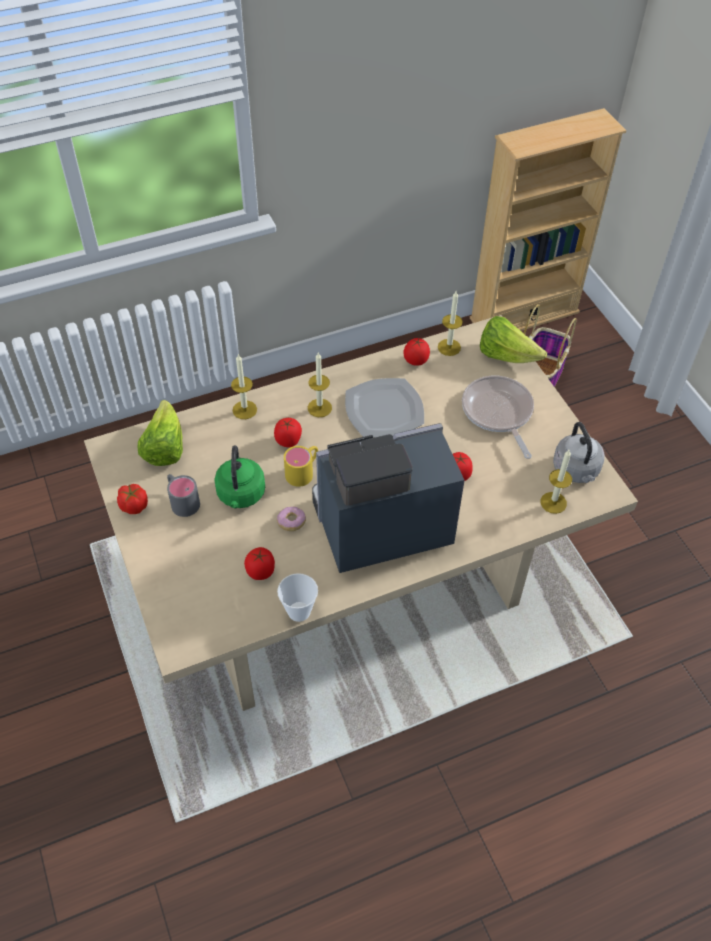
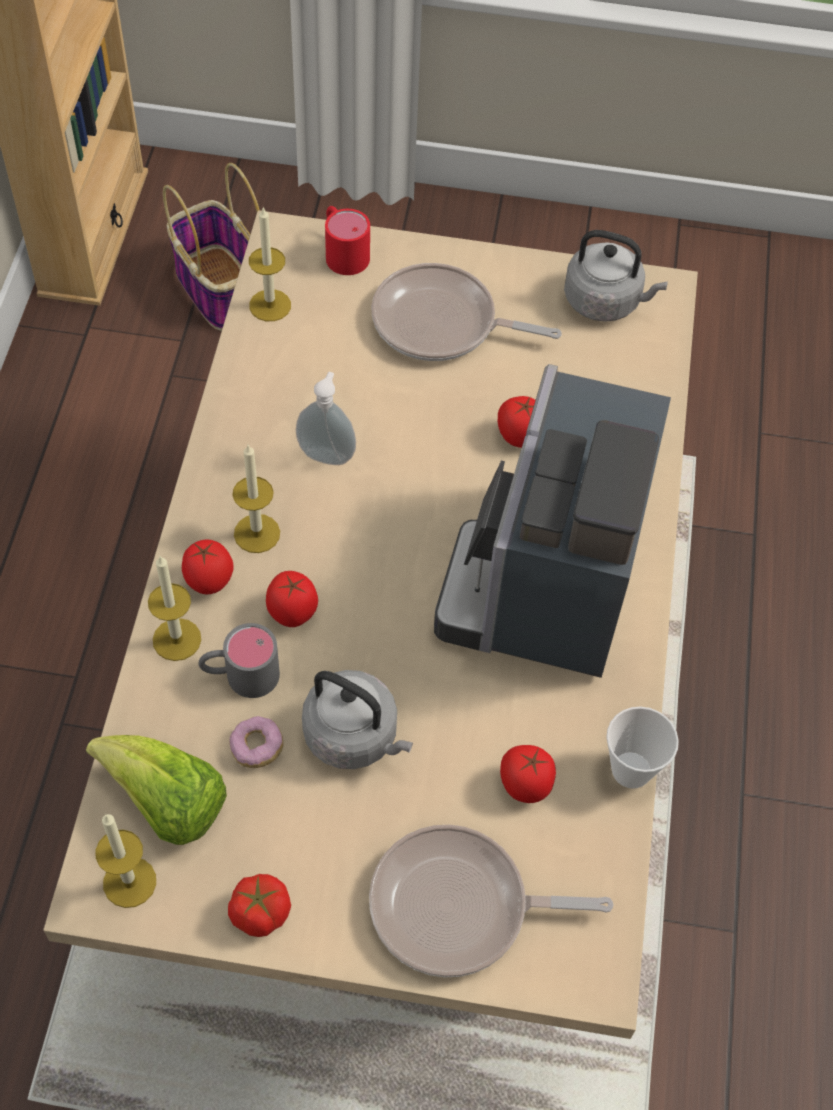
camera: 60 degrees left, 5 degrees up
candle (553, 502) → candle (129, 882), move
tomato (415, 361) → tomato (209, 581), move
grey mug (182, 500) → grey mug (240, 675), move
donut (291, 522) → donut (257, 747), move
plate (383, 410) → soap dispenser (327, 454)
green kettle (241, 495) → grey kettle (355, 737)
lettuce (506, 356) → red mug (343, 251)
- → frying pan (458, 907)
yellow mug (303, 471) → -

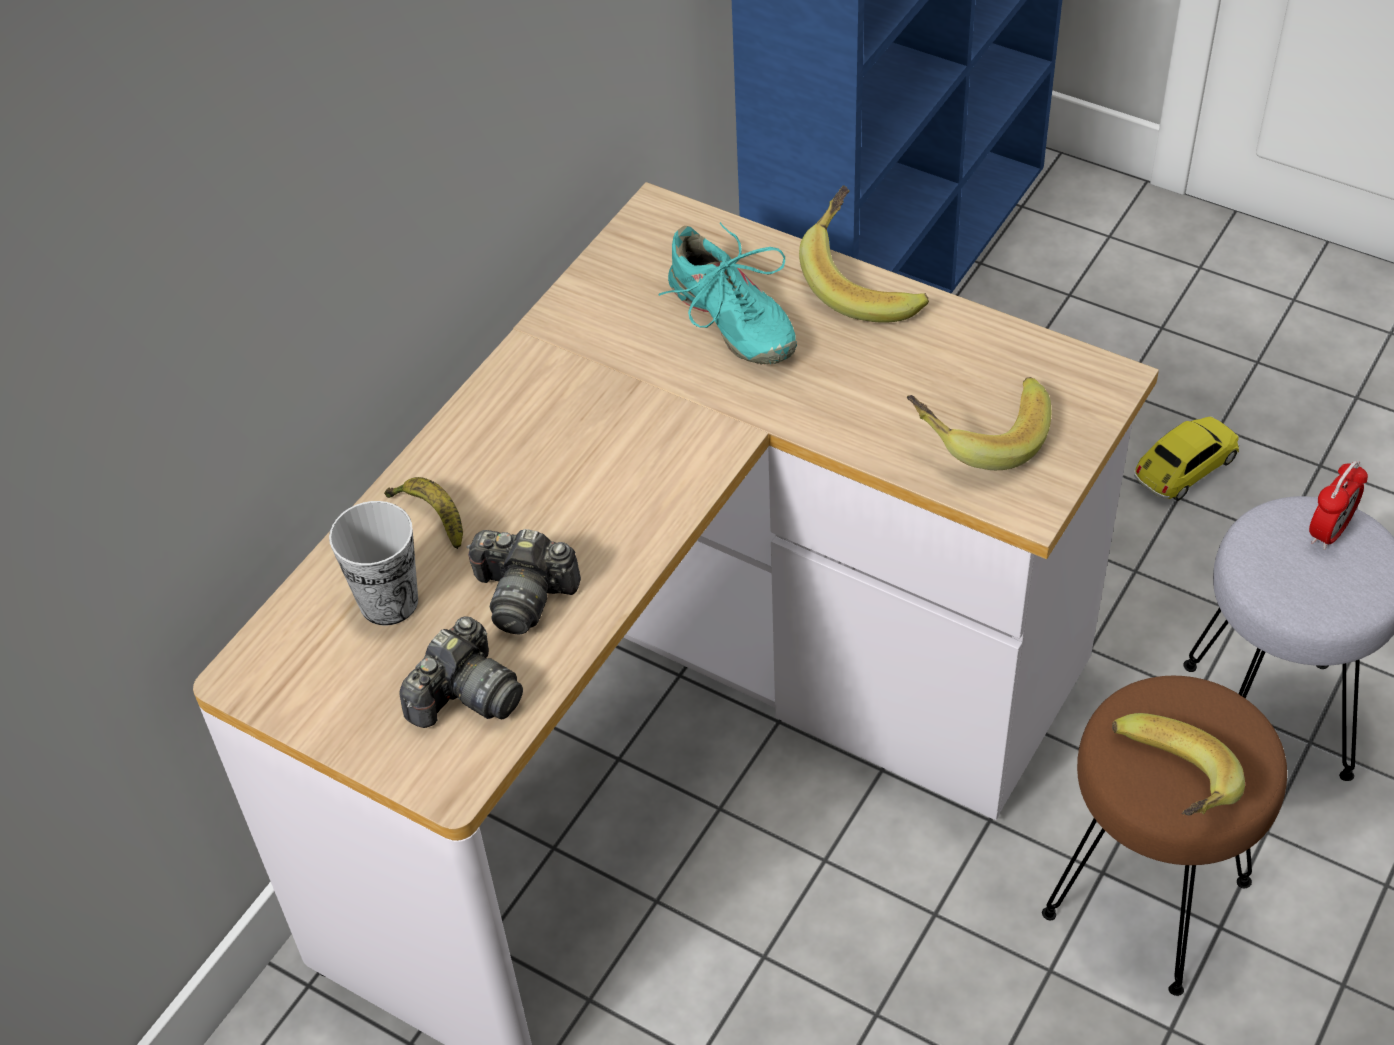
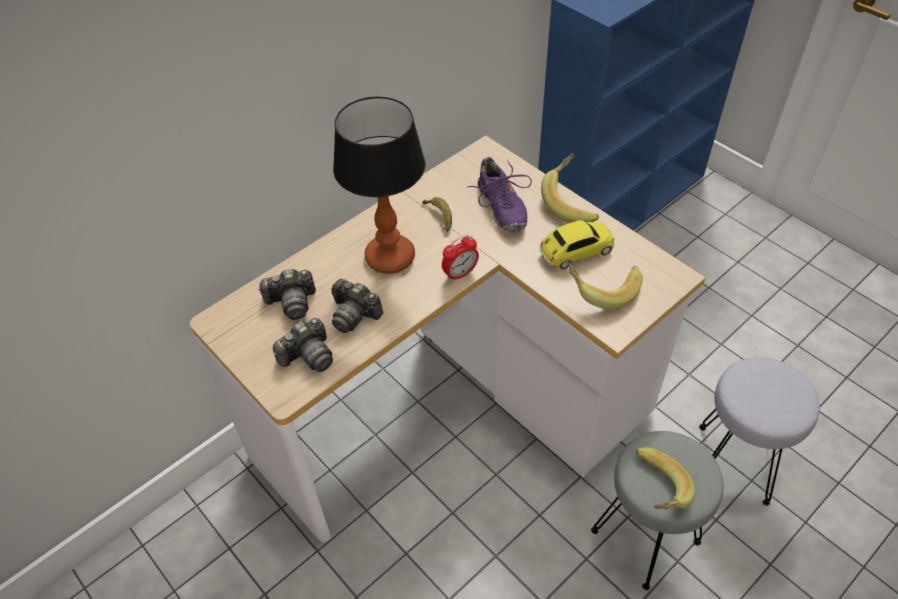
camera: 15 degrees right, 0 degrees up
cup (389, 602) → photo camera (292, 302)
- → table lamp (391, 257)
banana (431, 516) → banana (440, 216), move
alarm clock (1329, 532) → alarm clock (460, 274), move
turquoise shoe (731, 321) → purple shoe (501, 207)
toy car (1184, 469) → toy car (575, 252), move
brown stool (1148, 901) → grey stool (646, 538)

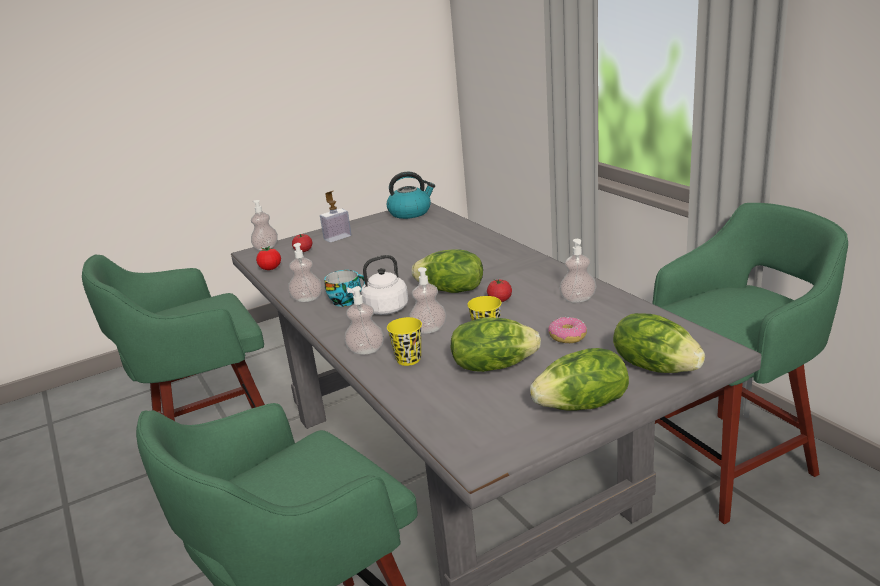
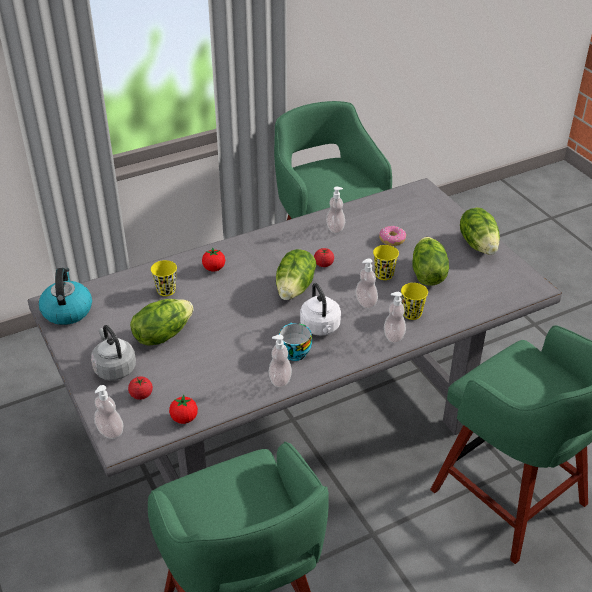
camera: 90 degrees left, 15 degrees up
soap dispenser (337, 237) → grey kettle (114, 368)
lettuce (655, 366) → lettuce (162, 334), move
- → yellow cup (166, 290)
- → tomato (214, 268)

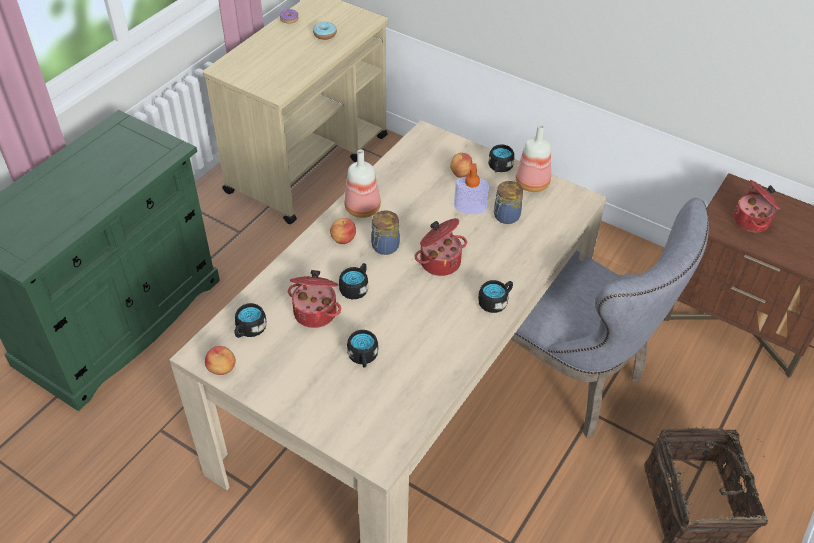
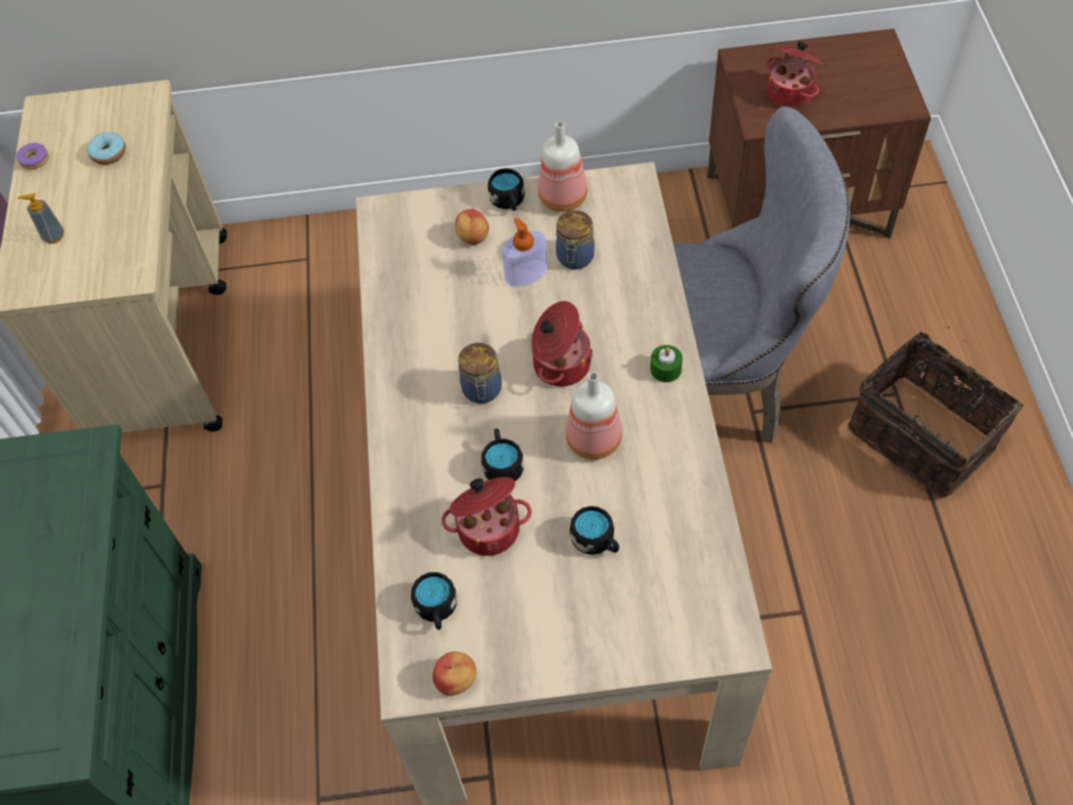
camera: 35 degrees left, 10 degrees up
- → soap dispenser (53, 236)
bottle (362, 208) → bottle (592, 438), move
black mug (495, 302) → green candle (665, 369)
apple (343, 239) → -

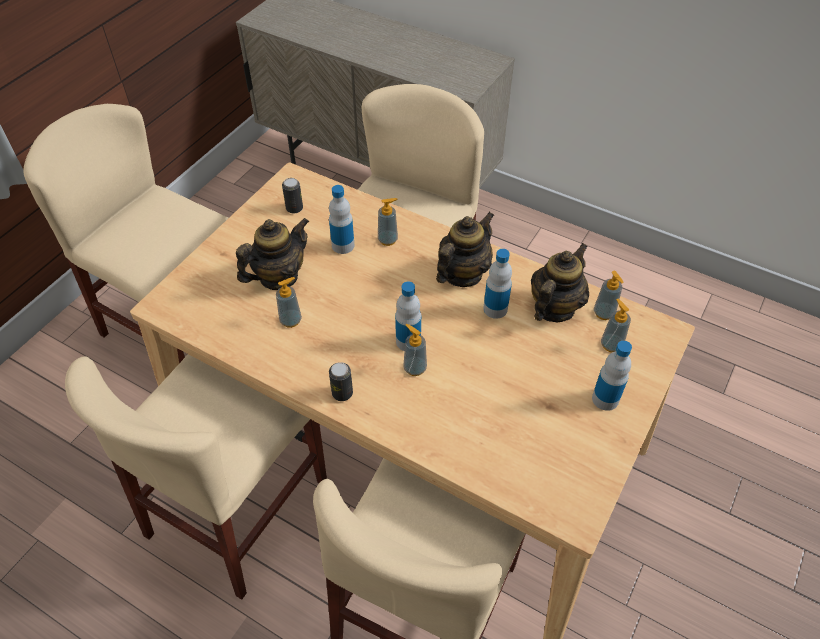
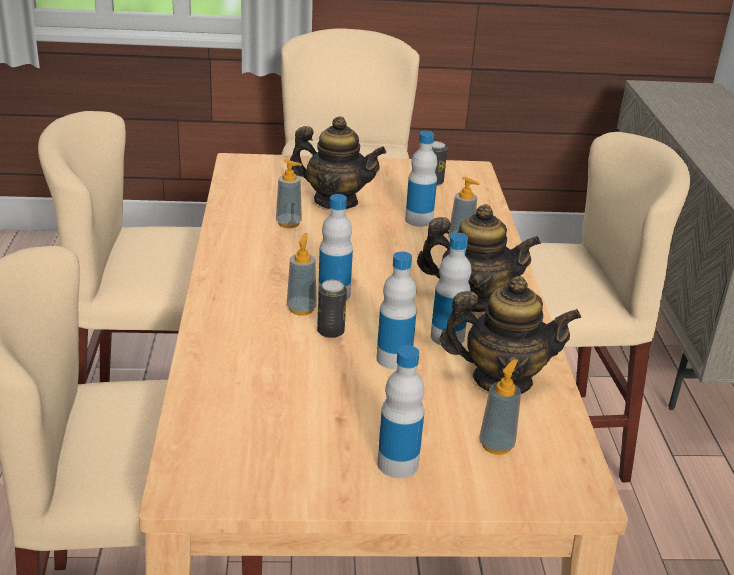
camera: 55 degrees right, 20 degrees down
can (342, 393) → can (330, 331), move
- → bottle (394, 358)
soap dispenser (604, 313) → -

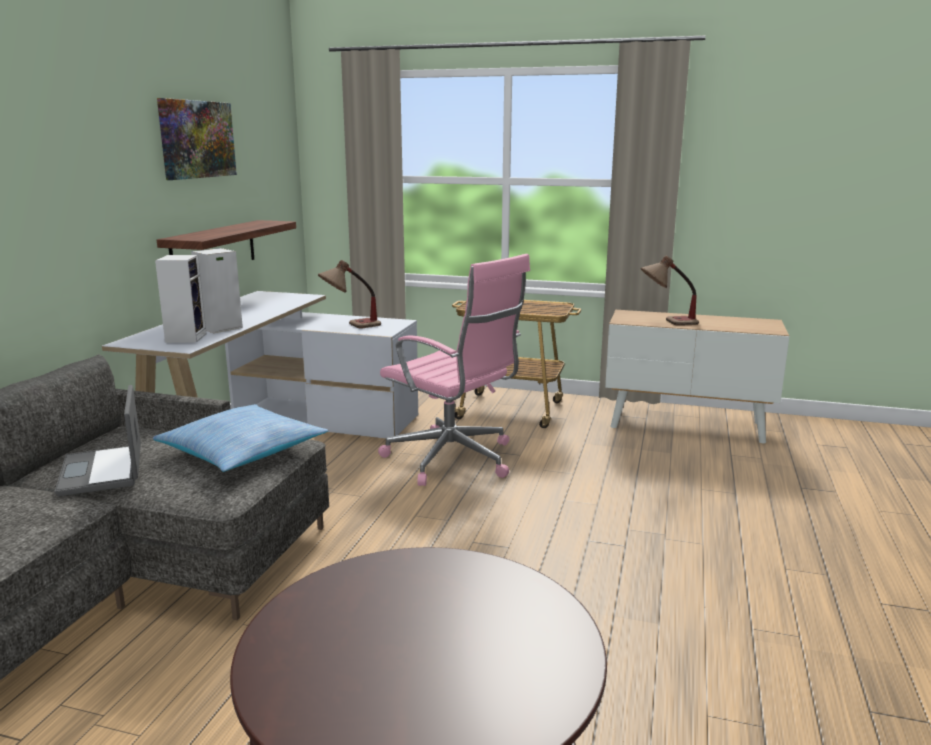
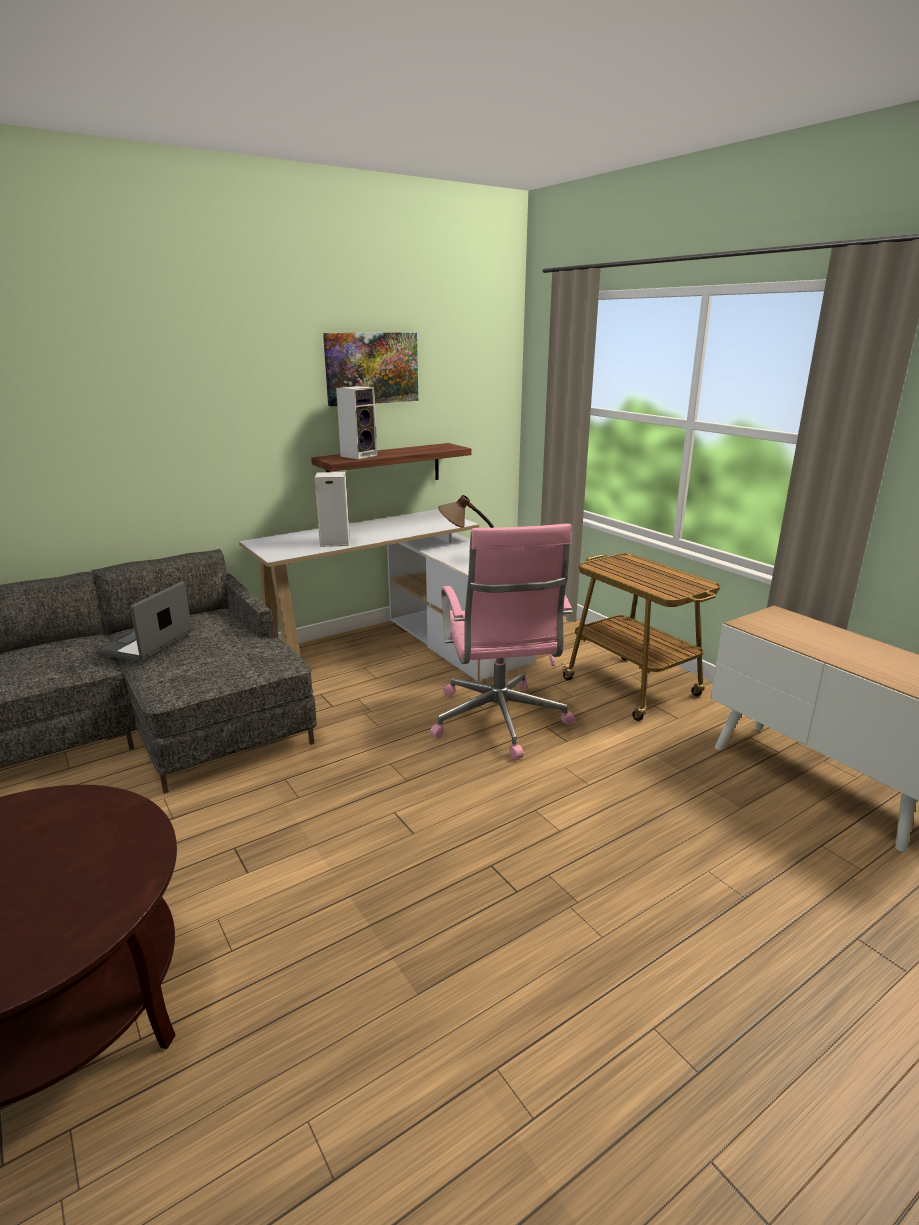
camera: 40 degrees right, 5 degrees up
speaker (185, 337) → speaker (359, 455), move
pillow (242, 451) → -
table lamp (666, 323) → -

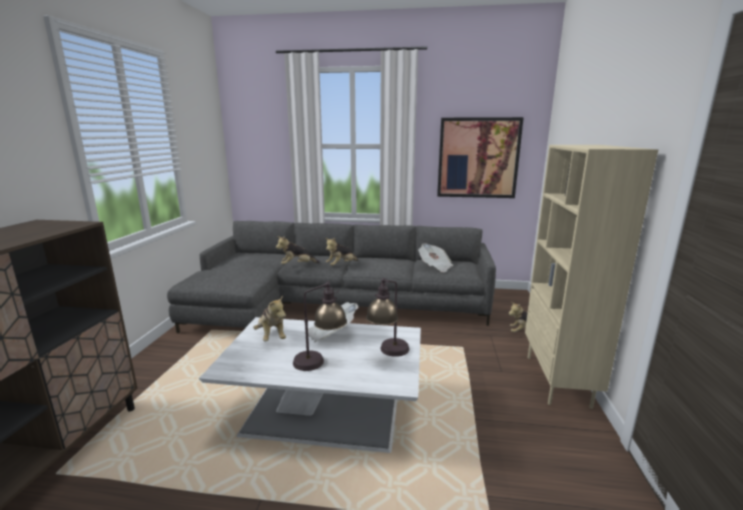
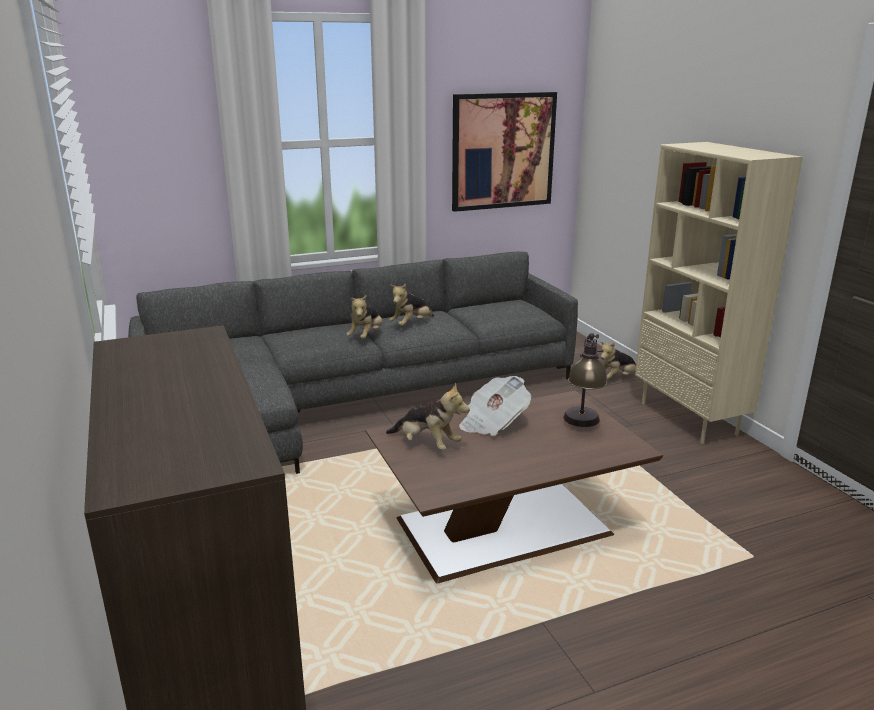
camera: 30 degrees left, 5 degrees up
white coffee table (326, 414) → brown coffee table (506, 525)
plush toy (297, 265) → plush toy (411, 324), move
table lamp (320, 363) → -
newspaper (435, 266) → -

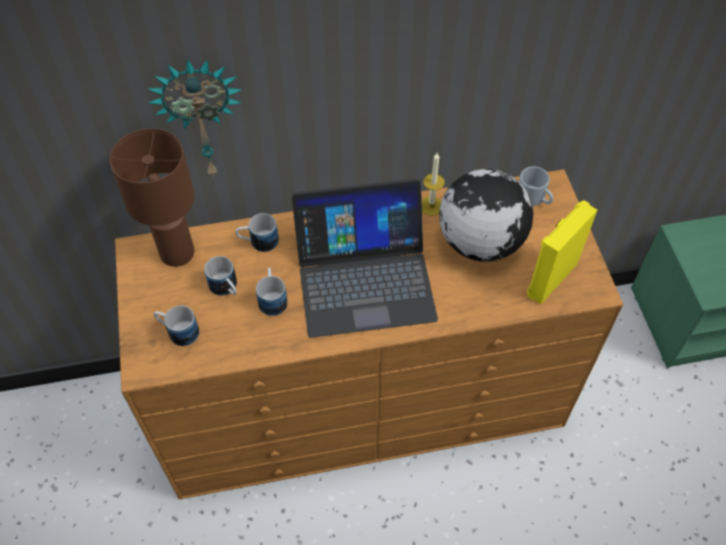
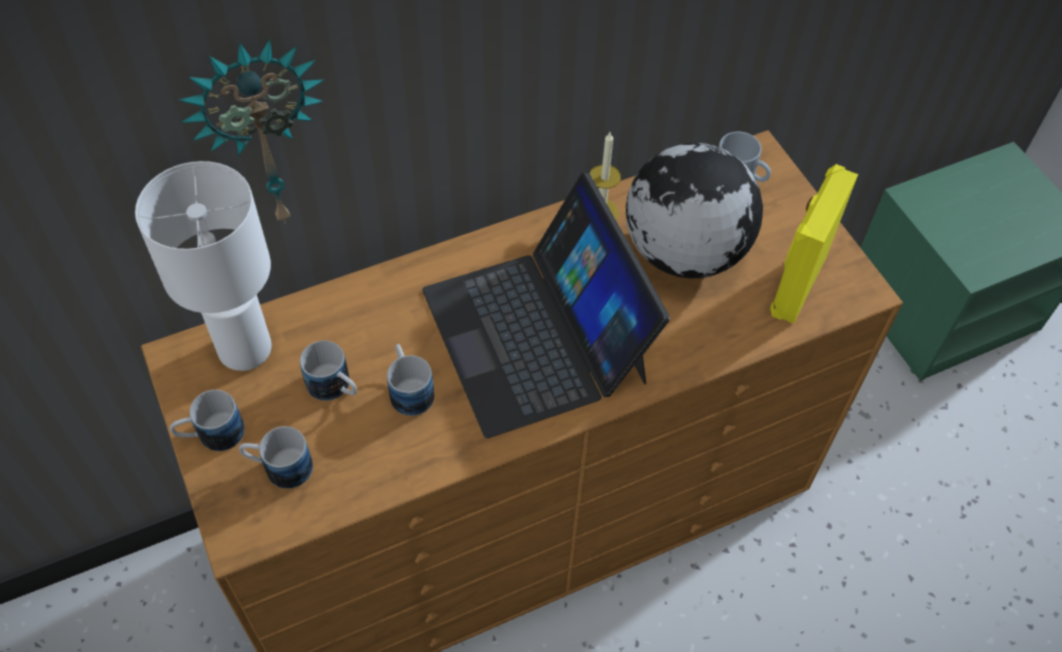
camera: 15 degrees left, 0 degrees up
brown table lamp (178, 254) → white table lamp (246, 350)
mug (258, 242) → mug (211, 435), move
laptop (364, 278) → laptop (536, 334), 90 degrees clockwise

